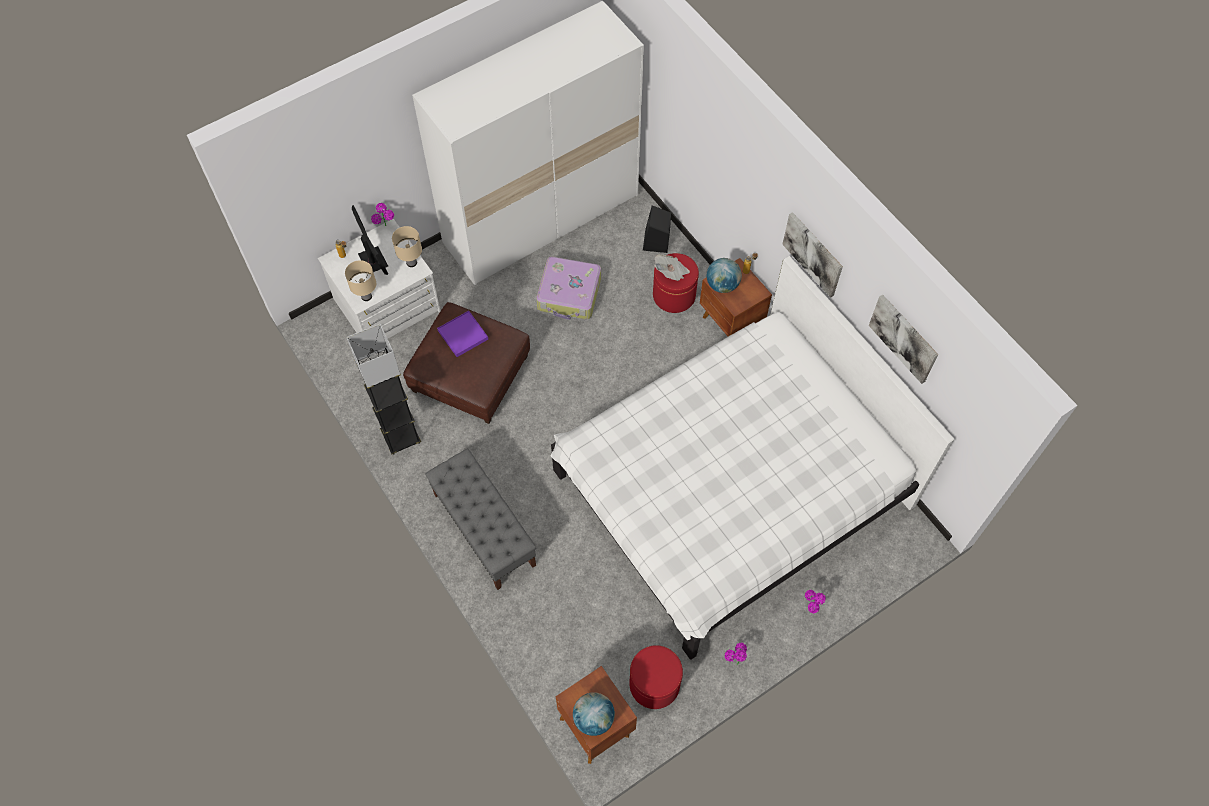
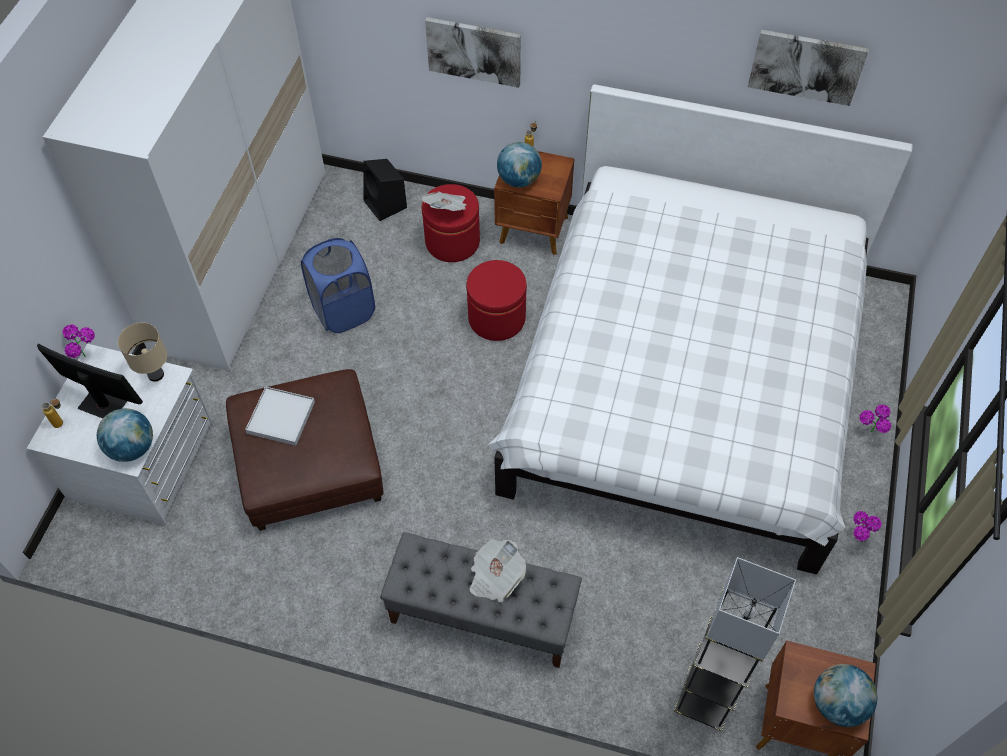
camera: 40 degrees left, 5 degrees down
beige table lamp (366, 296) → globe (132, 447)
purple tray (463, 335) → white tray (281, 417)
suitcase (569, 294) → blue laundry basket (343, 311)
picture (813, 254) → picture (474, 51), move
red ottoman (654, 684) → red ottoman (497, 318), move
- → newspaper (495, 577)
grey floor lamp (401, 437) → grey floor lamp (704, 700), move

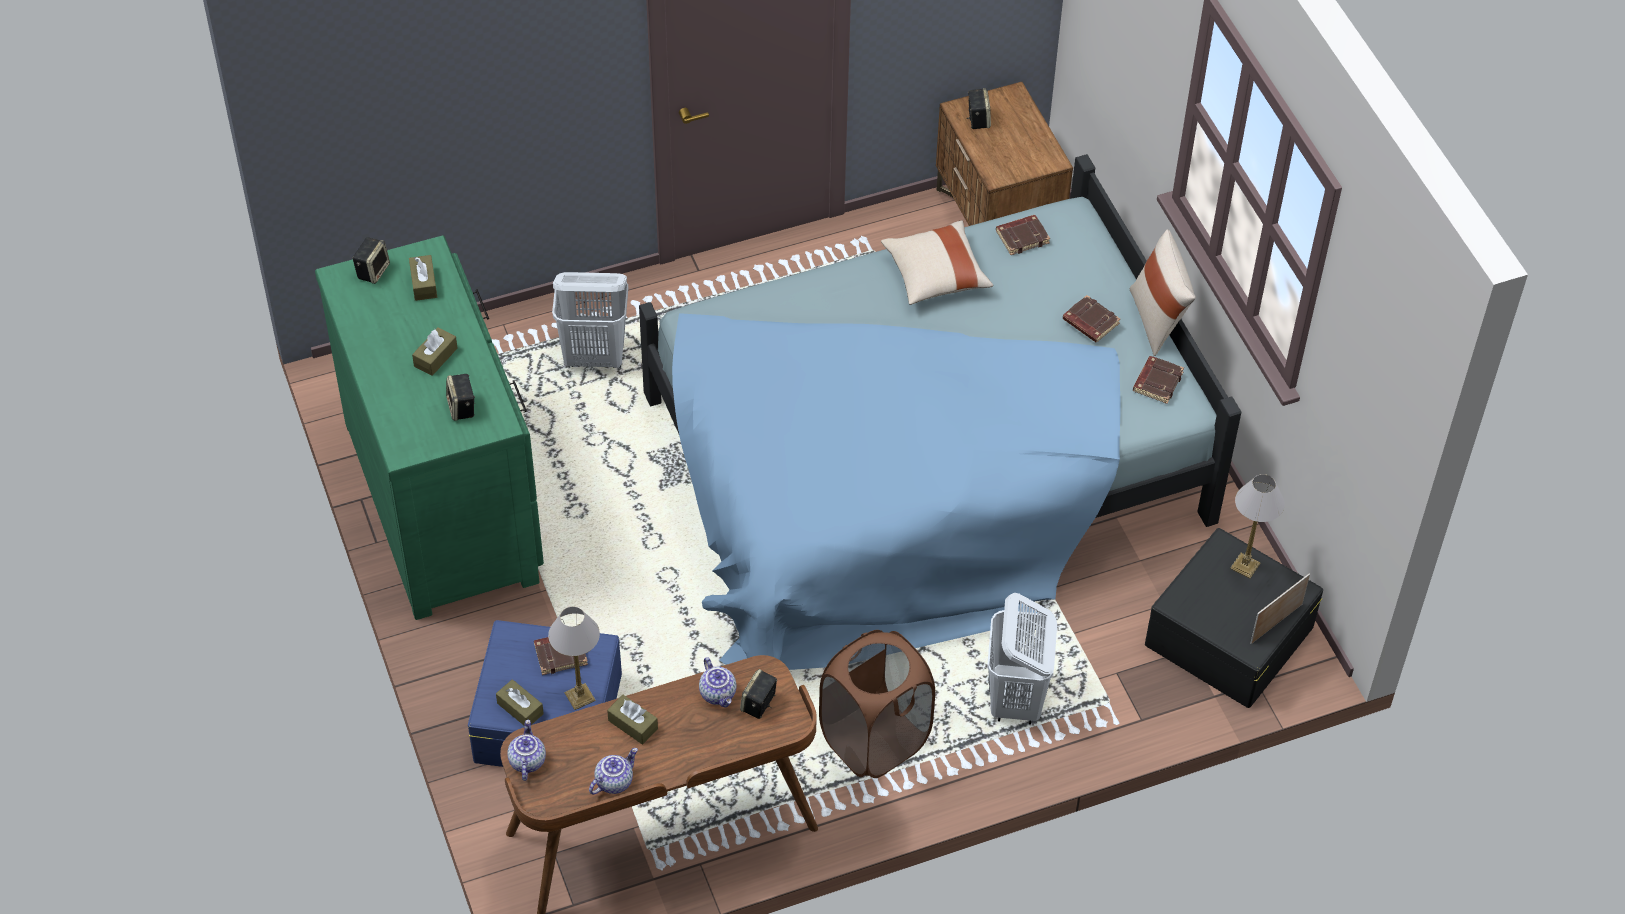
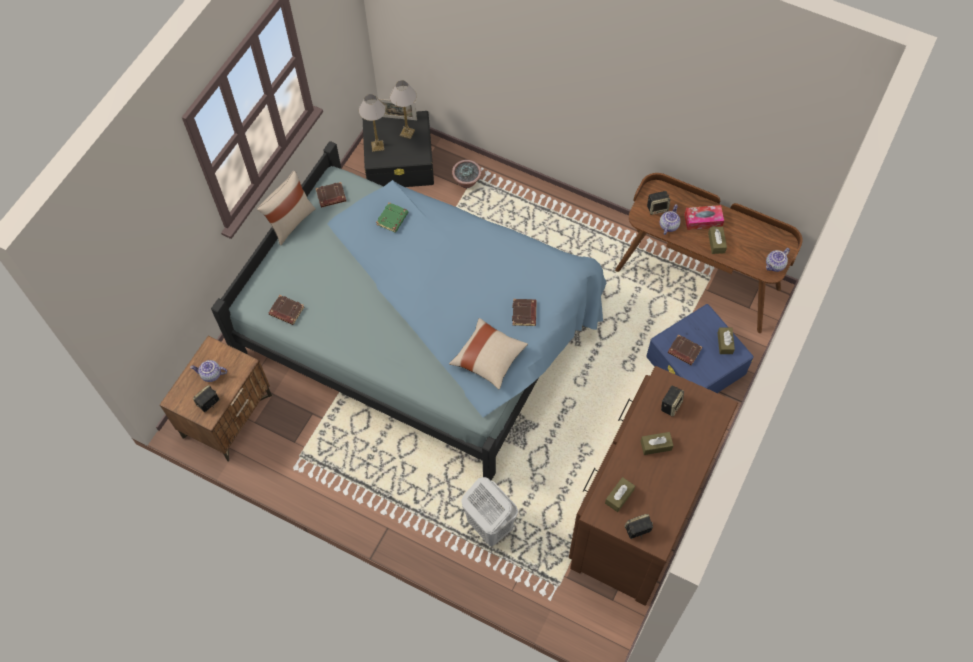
camera: 130 degrees left, 10 degrees up
teapot (614, 781) → teapot (211, 375), move
- → green book (392, 219)
table lamp (580, 697) → table lamp (407, 132), move
beige pillow (935, 275) → beige pillow (488, 359), move
- → potted plant (467, 182)
brown book (1089, 322) → brown book (524, 314), move
green dresser (445, 499) → brown dresser (638, 513)
- → tissue box (703, 220)
brown laundry basket (874, 740) → -
white laundry basket (1016, 700) → -

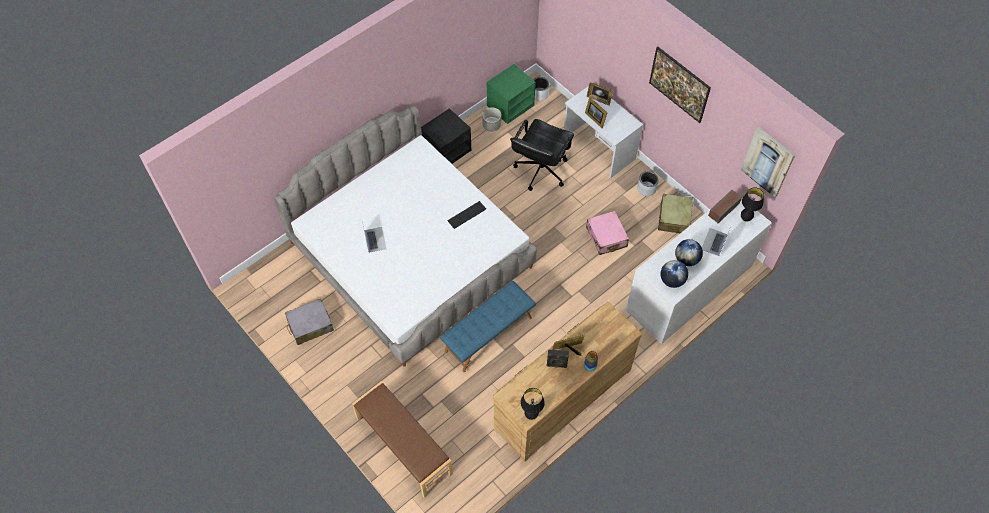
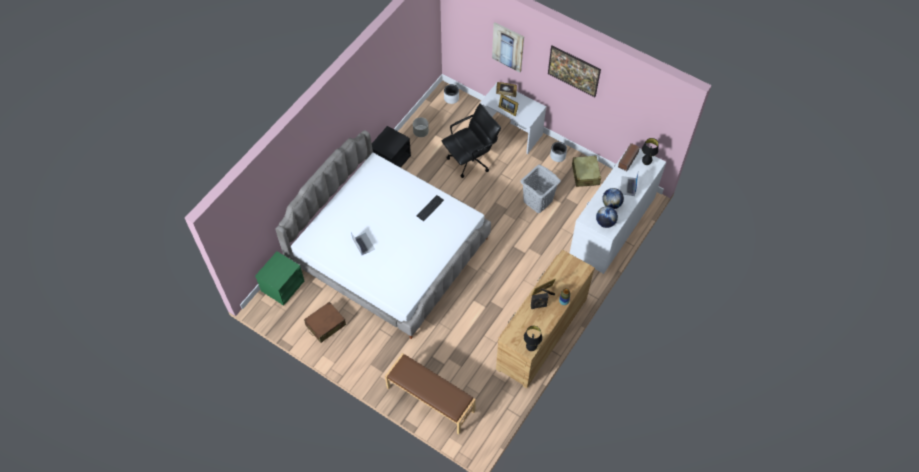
camera: 15 degrees left, 0 degrees up
green nightstand (510, 105) → green nightstand (282, 285), move
grey suitcase (310, 325) → brown suitcase (325, 325)
black office chair (540, 170) → black office chair (470, 160), 135 degrees counterclockwise
picture (767, 162) → picture (508, 47), move
pink suitcase (606, 237) → grey laundry basket (538, 201)
blue bench (488, 334) → -

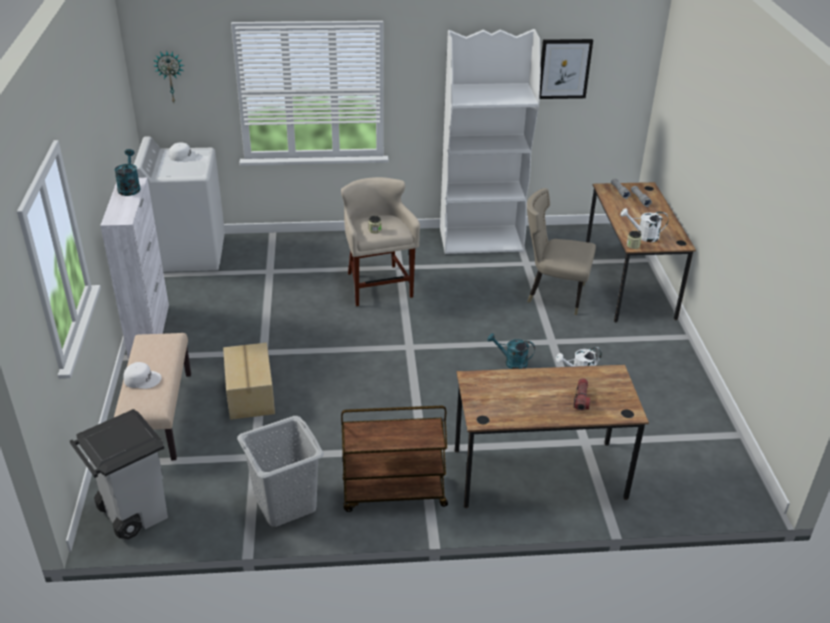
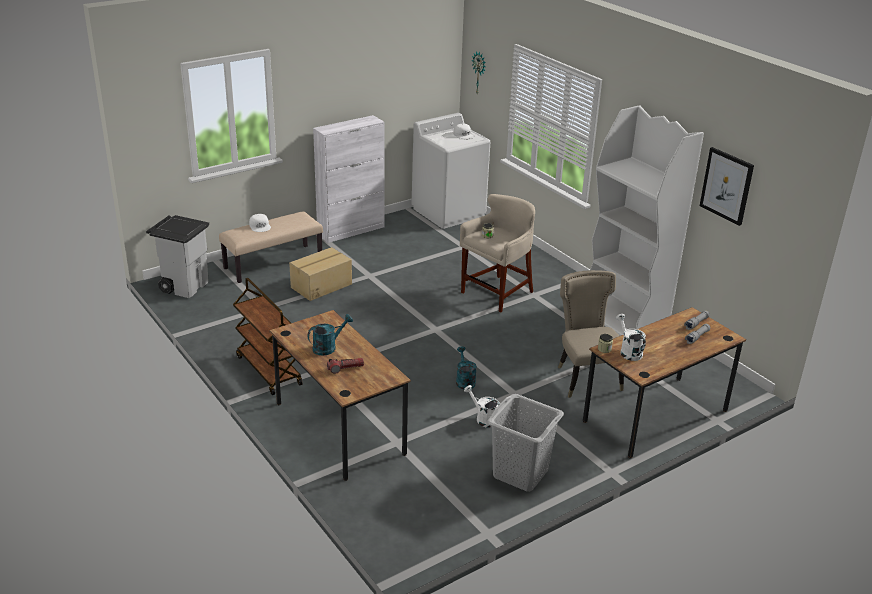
camera: 60 degrees right, 5 degrees down
turquoise watering can (129, 187) → turquoise watering can (328, 347), move
grey laundry basket (284, 503) → grey laundry basket (520, 473), move

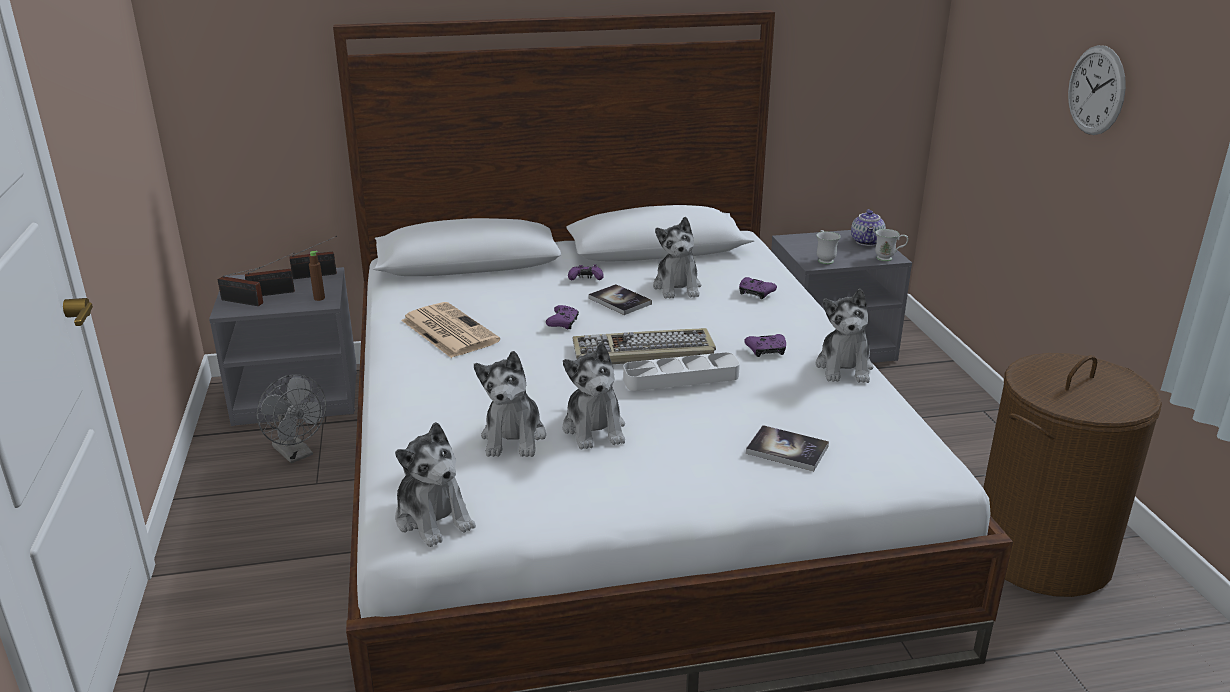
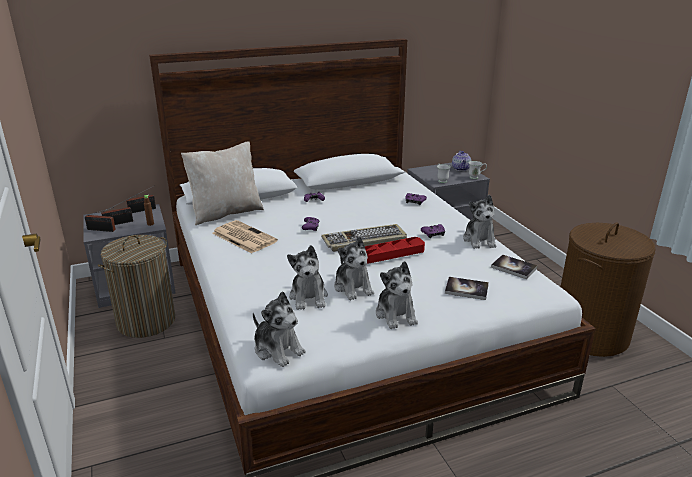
camera: 10 degrees left, 0 degrees up
grey fan (297, 454) → laundry basket (146, 321)
- → beige pillow (226, 213)
white tray (681, 378) → red tray (392, 253)
plush toy (677, 287) → plush toy (396, 314), move
book (620, 301) → book (514, 267), move
wall clock (1096, 90) → -

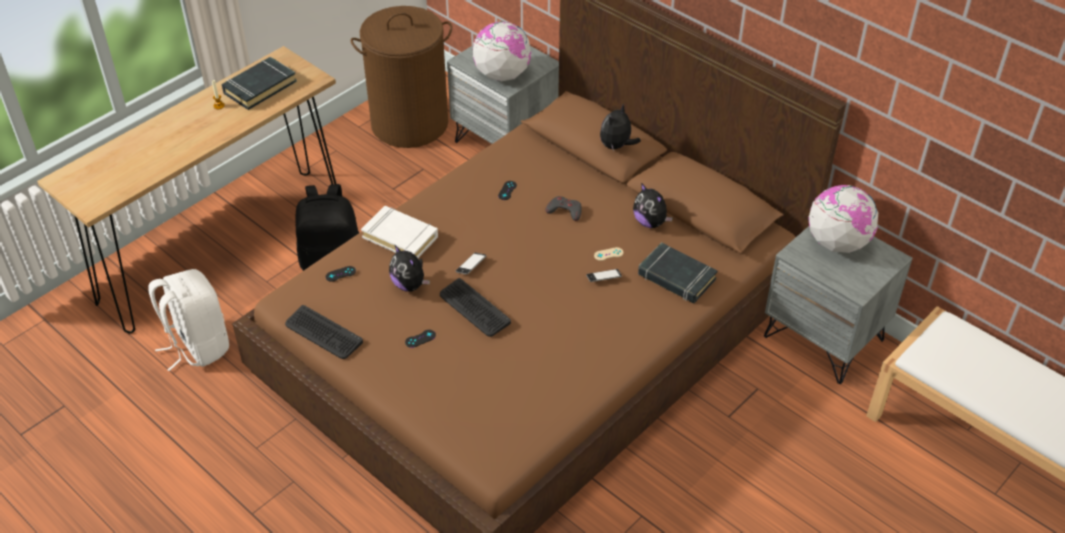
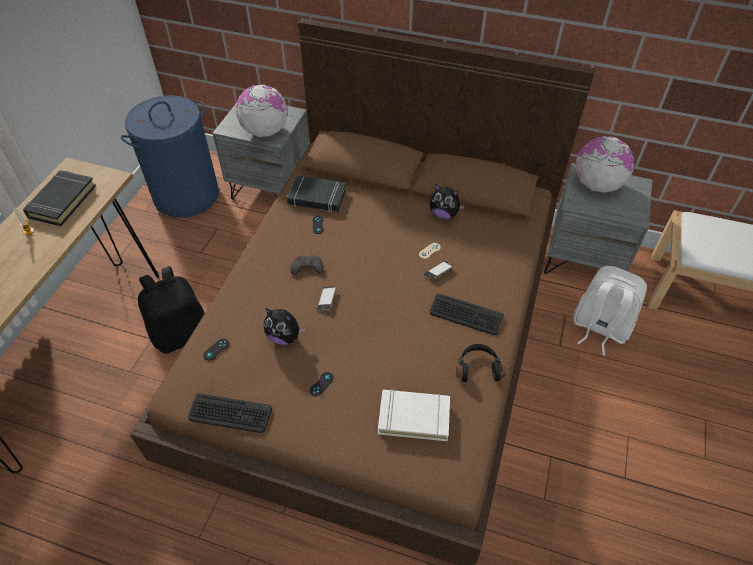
camera: 25 degrees left, 5 degrees up
brown laundry basket (410, 123) → blue laundry basket (186, 195)
black book (676, 277) → black book (316, 197), move
grey game controller (565, 211) → grey game controller (307, 267), move
white book (400, 237) → white book (414, 417), move
keyboard (474, 308) → keyboard (466, 315), move
- → black headphones (478, 367)
white backpack (197, 345) → white backpack (599, 328), move
plush toy (616, 146) → -

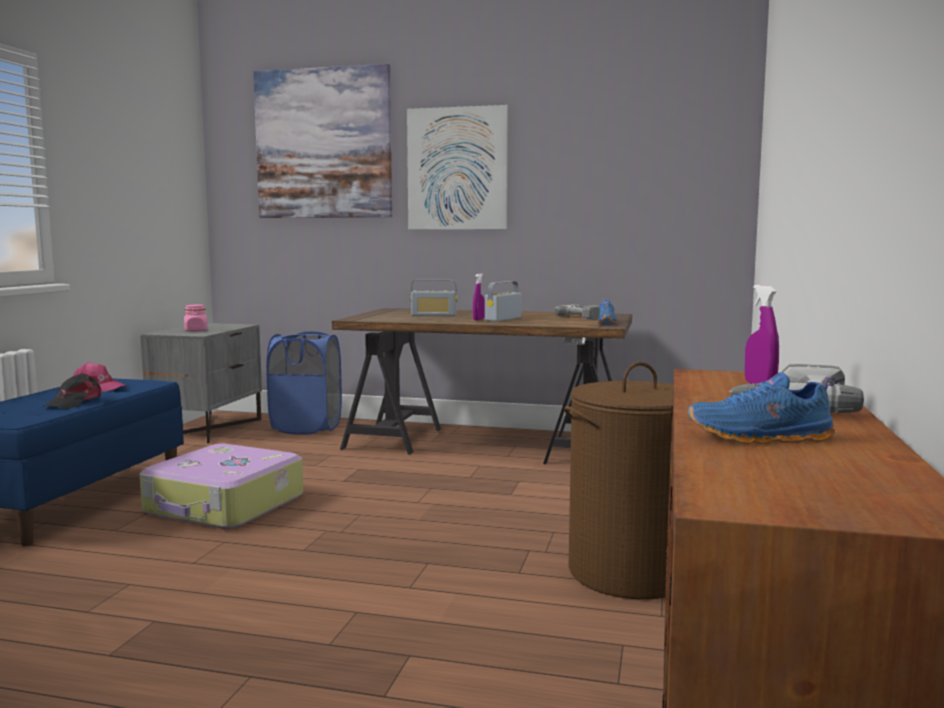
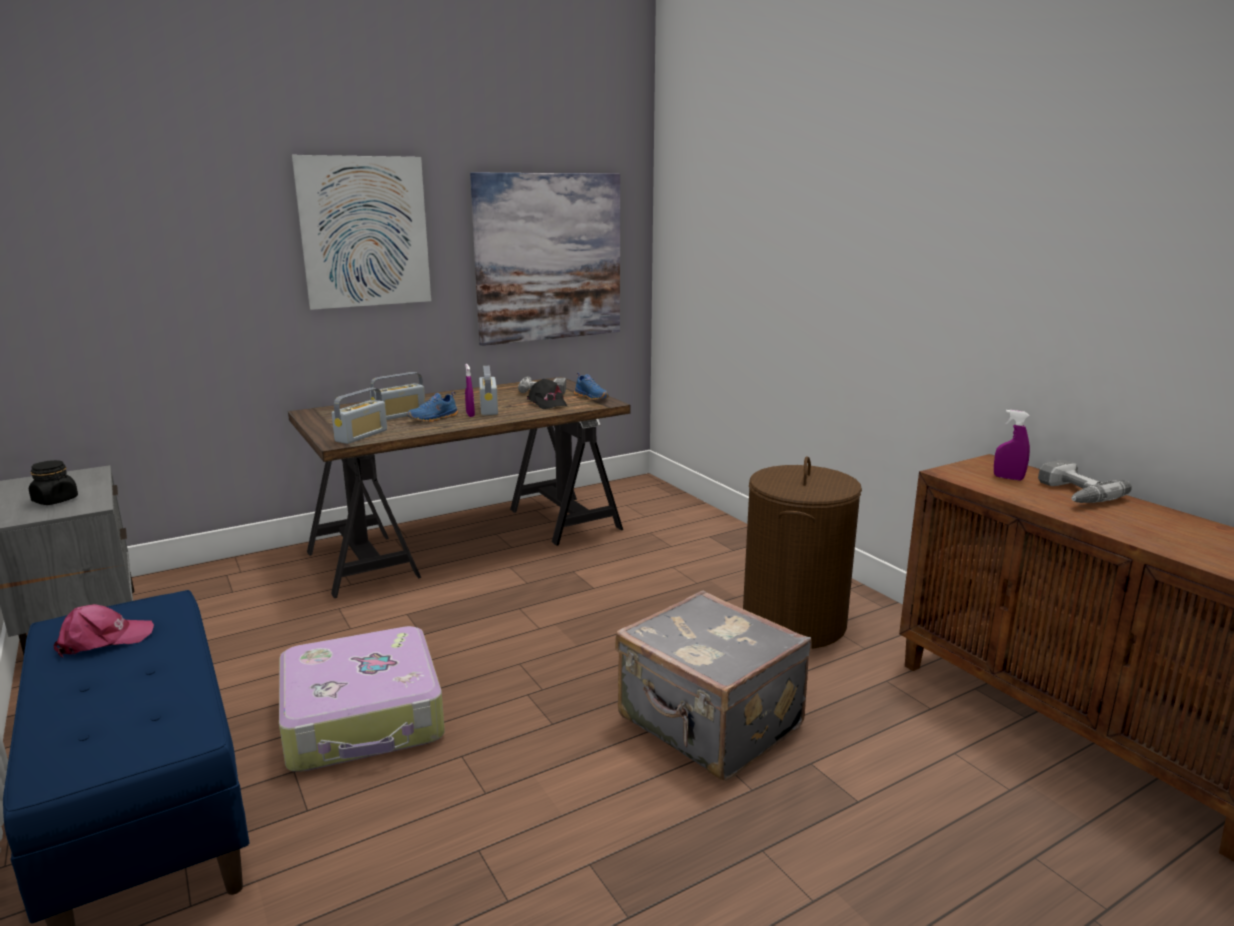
camera: 45 degrees left, 10 degrees up
pink jar (196, 330) → black jar (55, 500)
- → radio (361, 436)
blue shoe (760, 438) → blue shoe (434, 418), move
picture (323, 144) → picture (549, 258), move
black cap (74, 402) → black cap (547, 403), move
- → grey suitcase (708, 724)
blue laundry basket (306, 428) → -

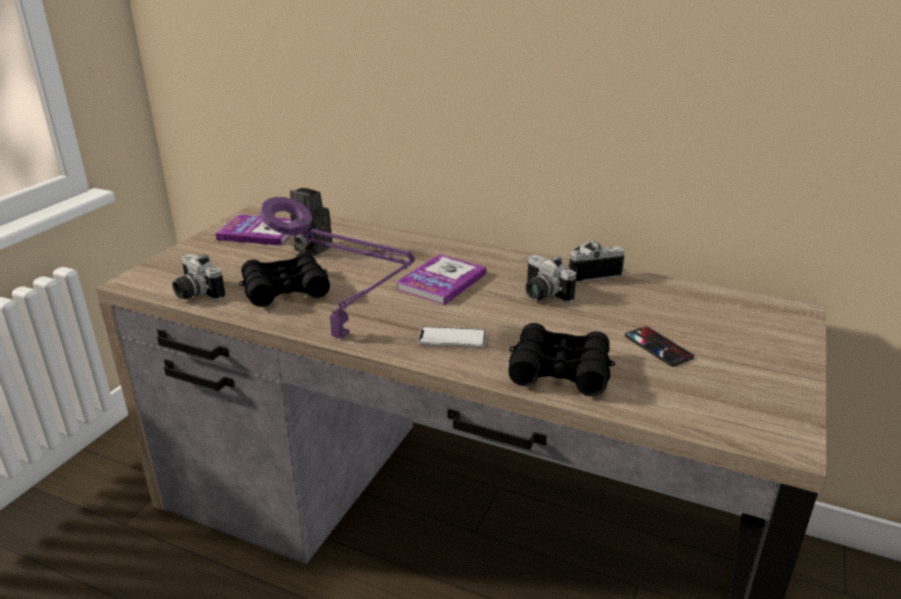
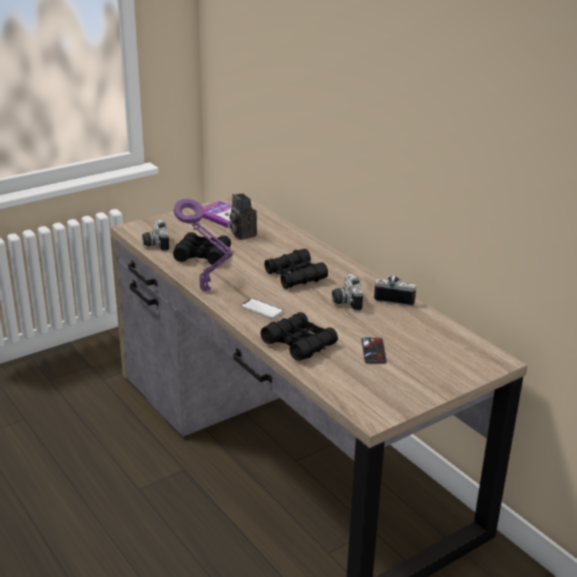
camera: 30 degrees right, 0 degrees up
book (441, 281) → black binoculars (295, 276)

